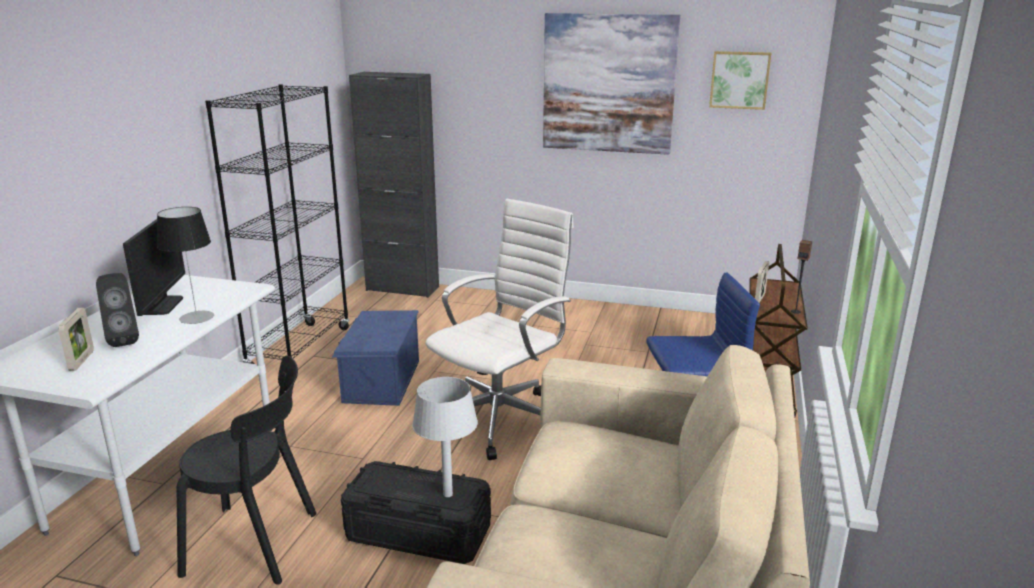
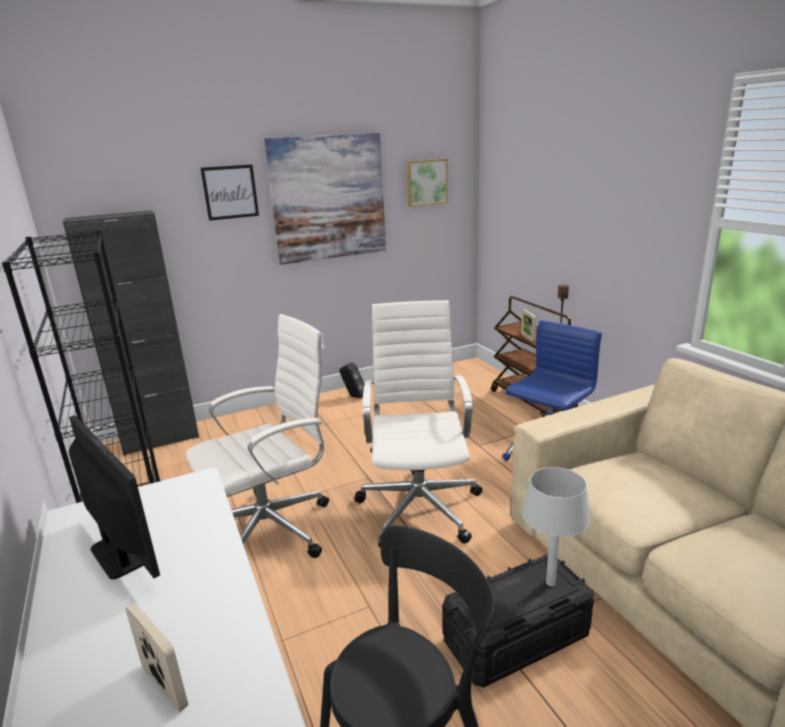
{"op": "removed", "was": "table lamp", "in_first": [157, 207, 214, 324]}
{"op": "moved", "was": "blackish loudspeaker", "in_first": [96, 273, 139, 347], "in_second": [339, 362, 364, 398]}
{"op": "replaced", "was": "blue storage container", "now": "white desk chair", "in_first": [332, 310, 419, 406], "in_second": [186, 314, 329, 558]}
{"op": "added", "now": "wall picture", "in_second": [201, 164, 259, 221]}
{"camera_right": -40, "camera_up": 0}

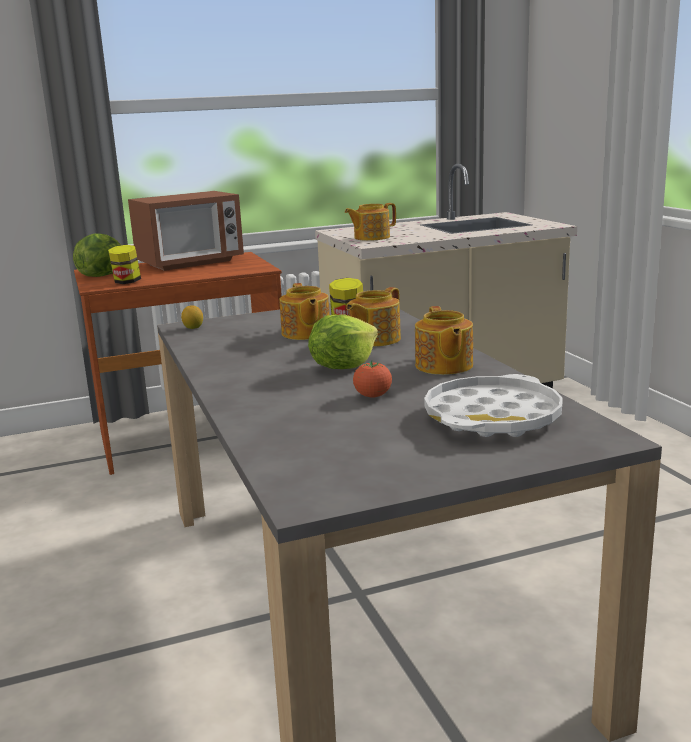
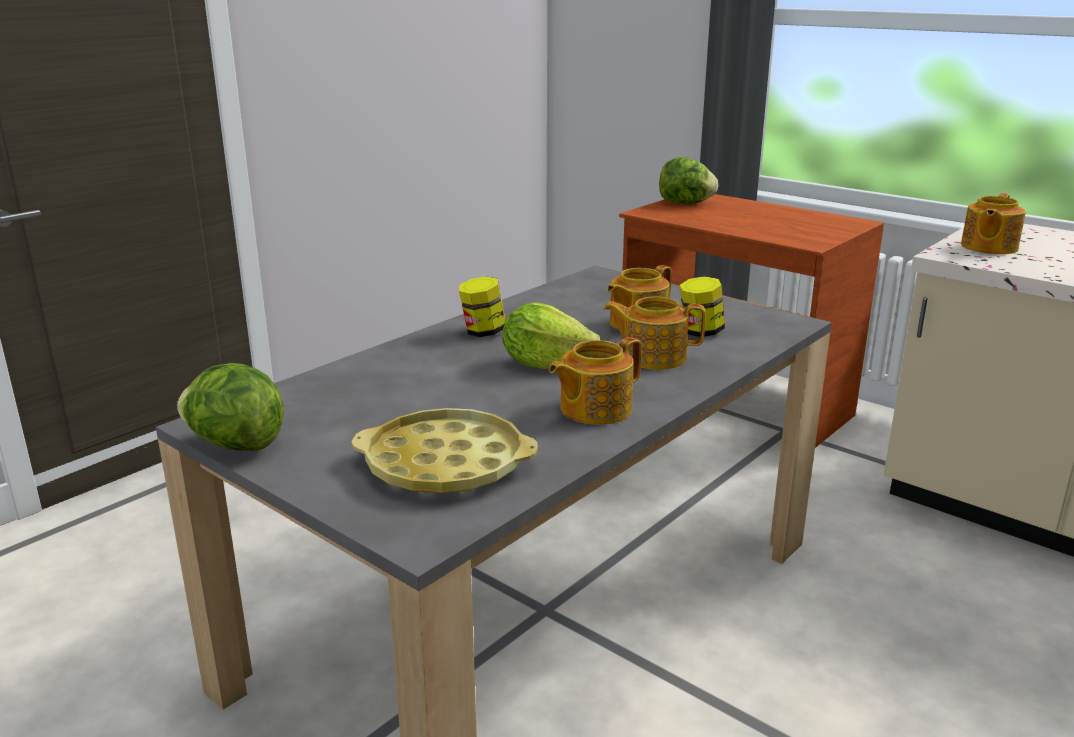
{"op": "removed", "was": "kitchen microwave", "in_first": [128, 191, 244, 271]}
{"op": "turned", "was": "tea pot", "in_first": [345, 203, 396, 241], "in_second": [961, 193, 1026, 254], "clockwise": -90}
{"op": "moved", "was": "storage jar", "in_first": [108, 245, 141, 284], "in_second": [459, 276, 506, 337]}
{"op": "removed", "was": "citrus fruit", "in_first": [181, 305, 203, 329]}
{"op": "removed", "was": "tomato", "in_first": [353, 360, 392, 398]}
{"op": "recoloured", "was": "white serving tray", "now": "yellow serving tray", "in_first": [424, 374, 563, 437], "in_second": [352, 408, 538, 494]}
{"op": "added", "now": "head of lettuce", "in_second": [177, 363, 284, 451]}
{"camera_right": 60, "camera_up": 5}

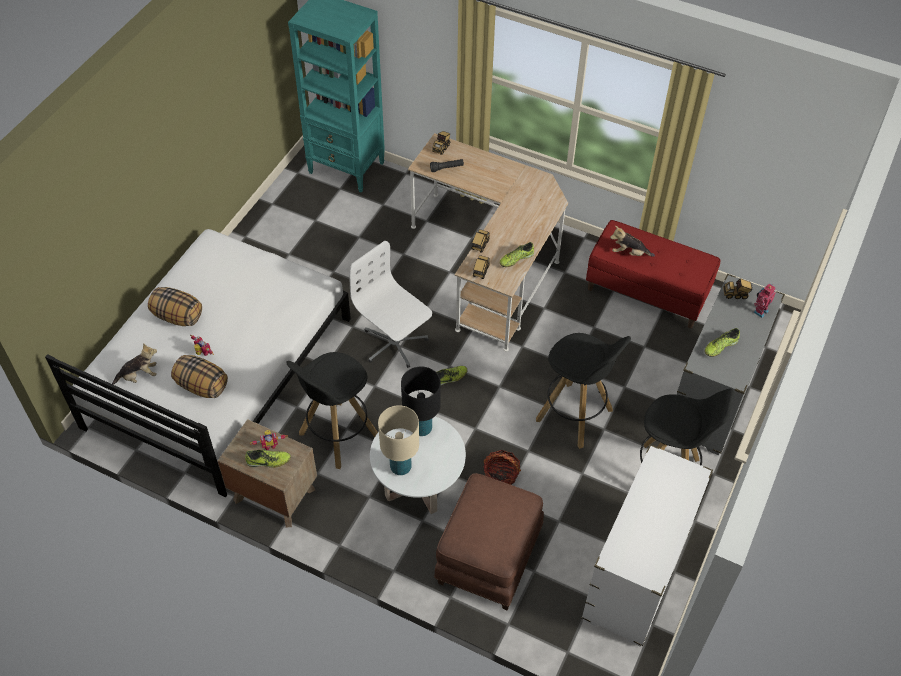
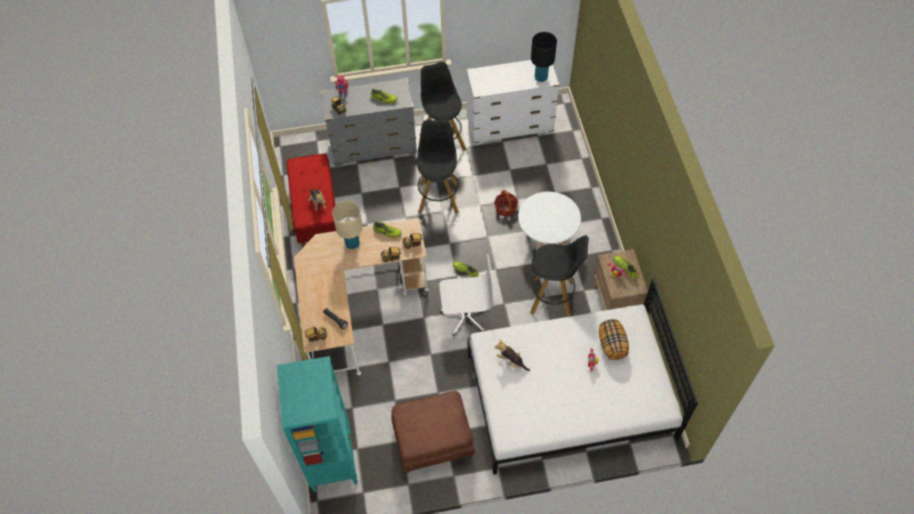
{"op": "turned", "was": "white desk chair", "in_first": [349, 241, 432, 368], "in_second": [439, 254, 493, 336], "clockwise": -105}
{"op": "removed", "was": "cushion", "in_first": [148, 287, 202, 326]}
{"op": "moved", "was": "soft toy", "in_first": [112, 343, 157, 385], "in_second": [494, 340, 530, 371]}
{"op": "moved", "was": "blackish table lamp", "in_first": [401, 366, 441, 436], "in_second": [531, 32, 557, 82]}
{"op": "moved", "was": "beige-coloured table lamp", "in_first": [378, 405, 419, 475], "in_second": [332, 201, 363, 249]}
{"op": "moved", "was": "brown pouffe", "in_first": [434, 473, 544, 610], "in_second": [391, 391, 475, 473]}
{"camera_right": -125, "camera_up": 5}

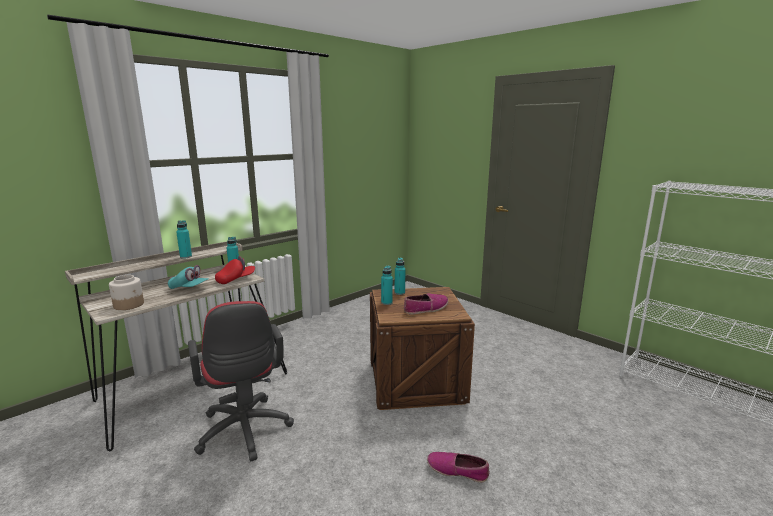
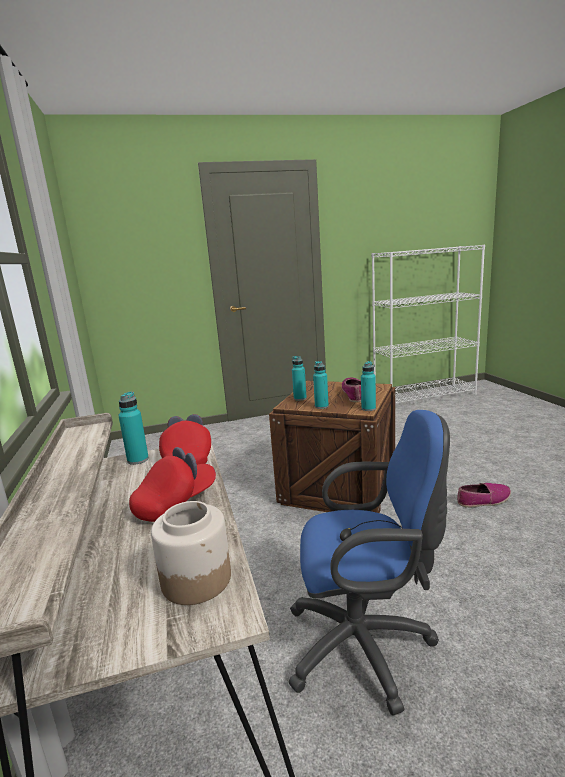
{"op": "moved", "was": "turquoise drink bottle", "in_first": [176, 220, 192, 259], "in_second": [361, 361, 376, 411]}
{"op": "recoloured", "was": "turquoise cap", "now": "red cap", "in_first": [168, 265, 208, 289], "in_second": [129, 447, 216, 522]}
{"op": "recoloured", "was": "red desk chair", "now": "blue desk chair", "in_first": [188, 301, 294, 462], "in_second": [289, 410, 450, 715]}
{"op": "turned", "was": "item of footwear", "in_first": [427, 452, 490, 483], "in_second": [457, 483, 511, 508], "clockwise": -150}
{"camera_right": -60, "camera_up": 0}

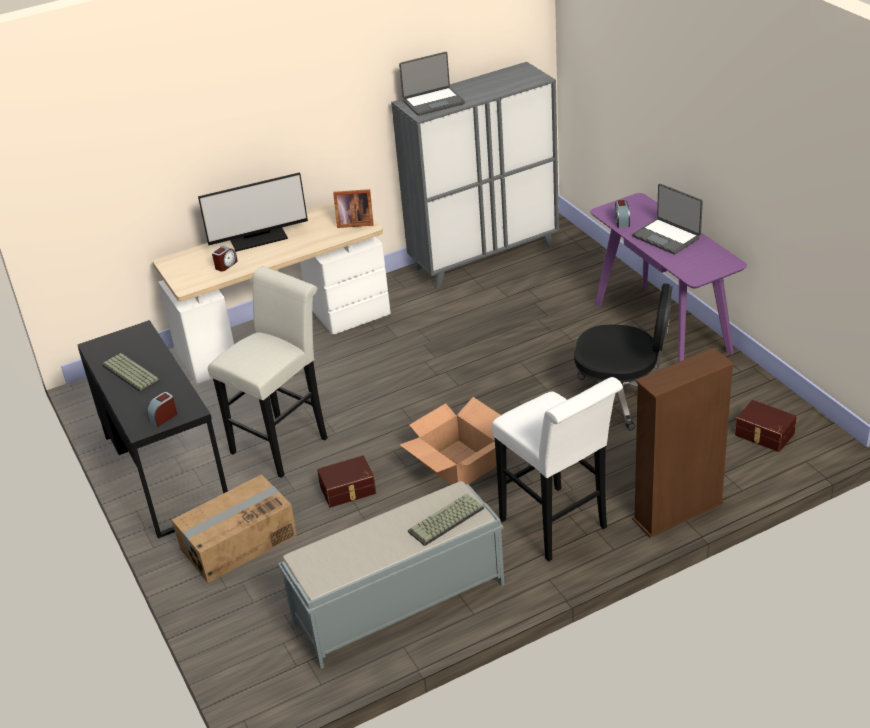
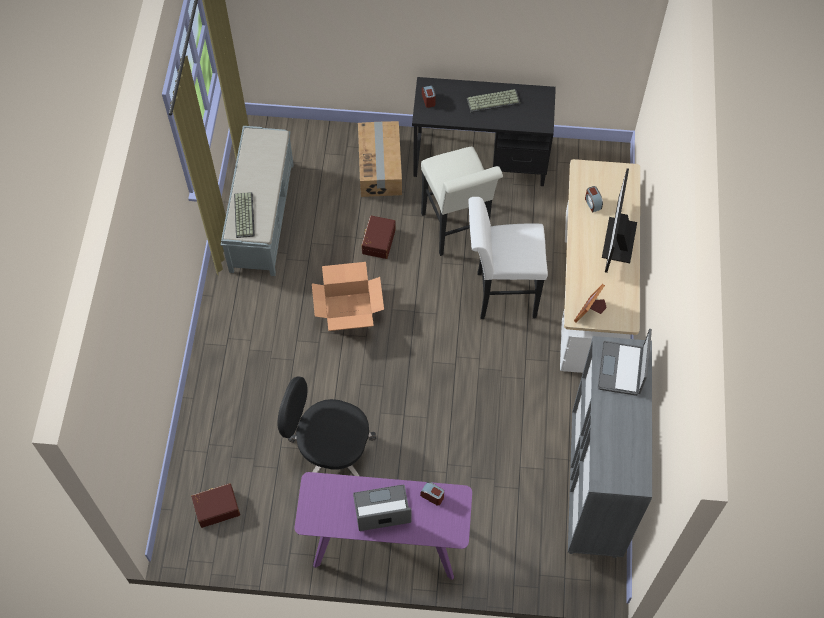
{"op": "turned", "was": "blackish desk chair", "in_first": [574, 283, 673, 430], "in_second": [278, 376, 376, 476], "clockwise": 60}
{"op": "removed", "was": "brown bookcase", "in_first": [632, 348, 734, 537]}
{"op": "moved", "was": "white stool seat", "in_first": [492, 377, 623, 562], "in_second": [468, 197, 548, 319]}
{"camera_right": 120, "camera_up": 25}

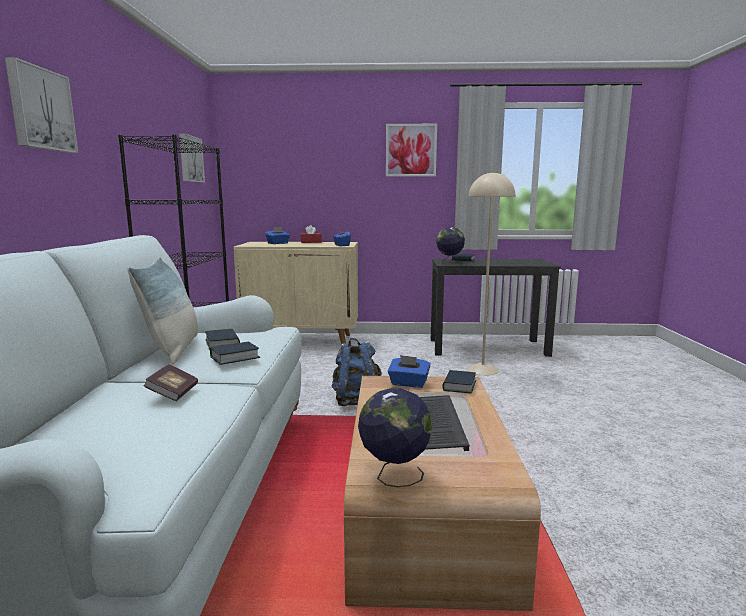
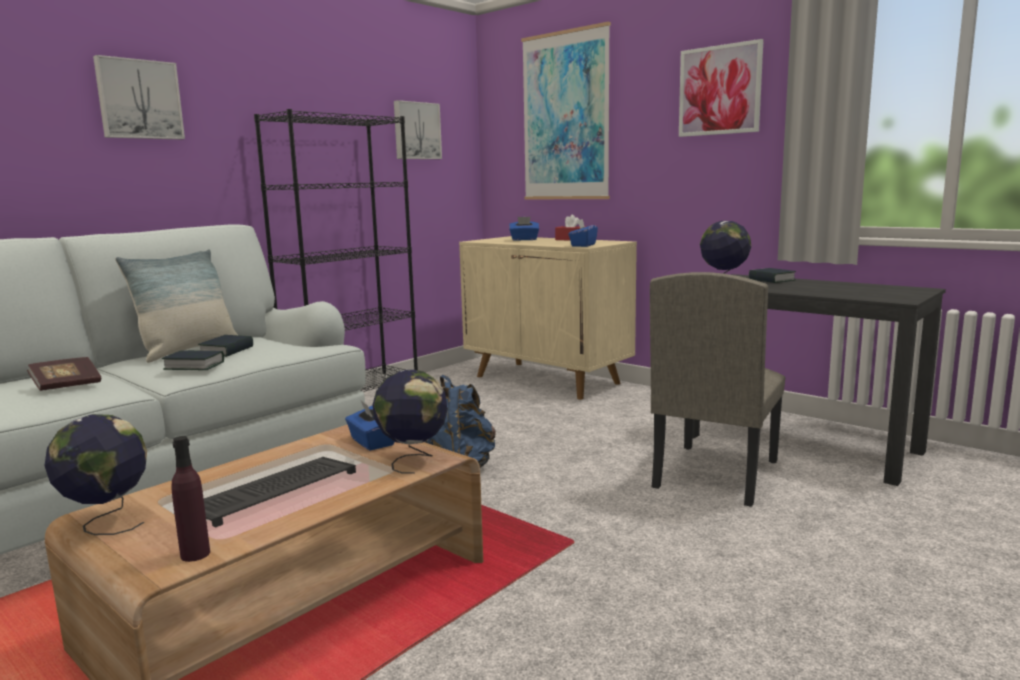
{"op": "replaced", "was": "beige-coloured floor lamp", "now": "beige-coloured upright chair", "in_first": [467, 171, 515, 375], "in_second": [650, 272, 785, 507]}
{"op": "replaced", "was": "bound book", "now": "globe", "in_first": [442, 370, 476, 393], "in_second": [372, 370, 448, 473]}
{"op": "added", "now": "wall picture", "in_second": [521, 22, 611, 199]}
{"op": "added", "now": "purple drink bottle", "in_second": [171, 436, 210, 562]}
{"camera_right": 40, "camera_up": 0}

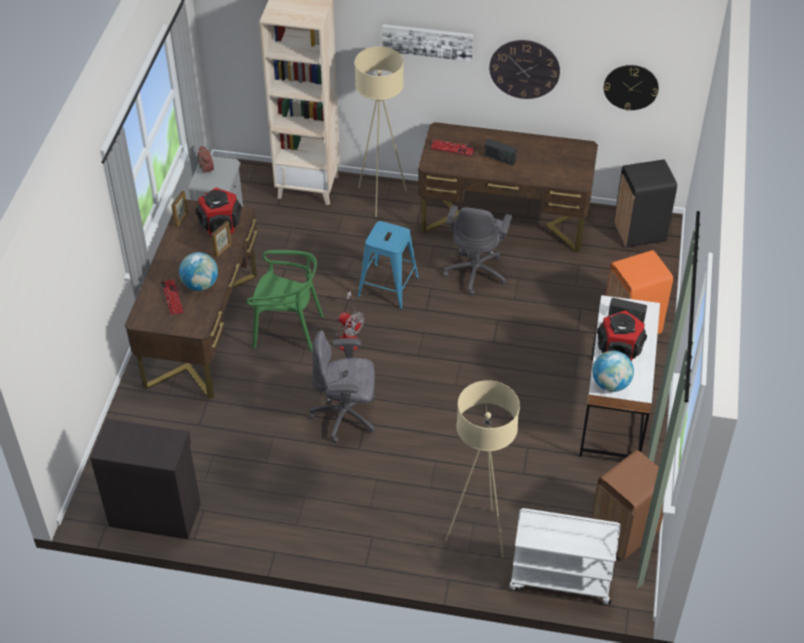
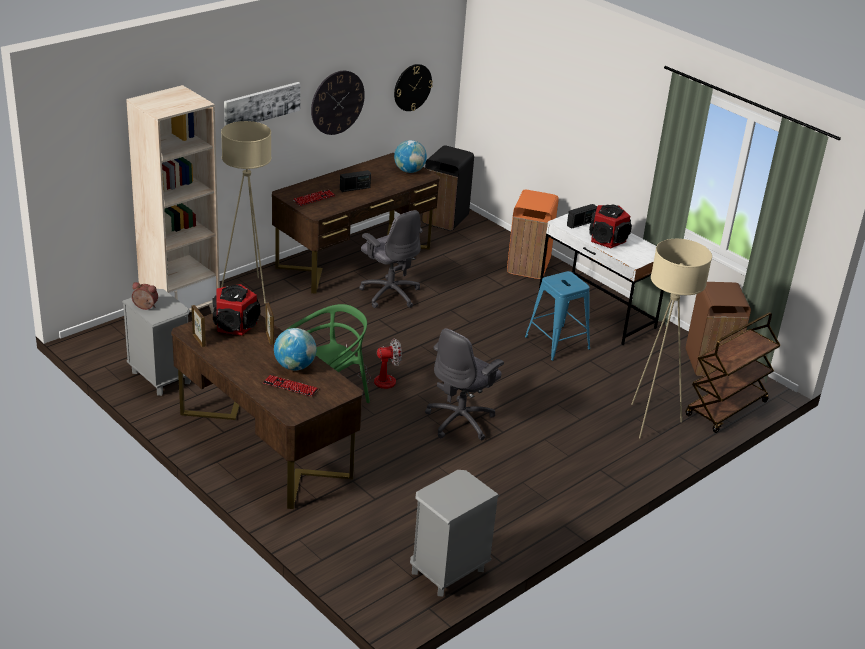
{"op": "moved", "was": "blue stool seat", "in_first": [358, 221, 419, 309], "in_second": [525, 271, 590, 361]}
{"op": "moved", "was": "globe", "in_first": [592, 351, 634, 392], "in_second": [394, 140, 427, 173]}
{"op": "replaced", "was": "blackish cabinet", "now": "grey night table", "in_first": [90, 419, 201, 539], "in_second": [410, 470, 499, 597]}
{"op": "recoloured", "was": "white trolley", "now": "brown trolley", "in_first": [510, 508, 621, 605], "in_second": [686, 312, 780, 433]}
{"camera_right": -55, "camera_up": -15}

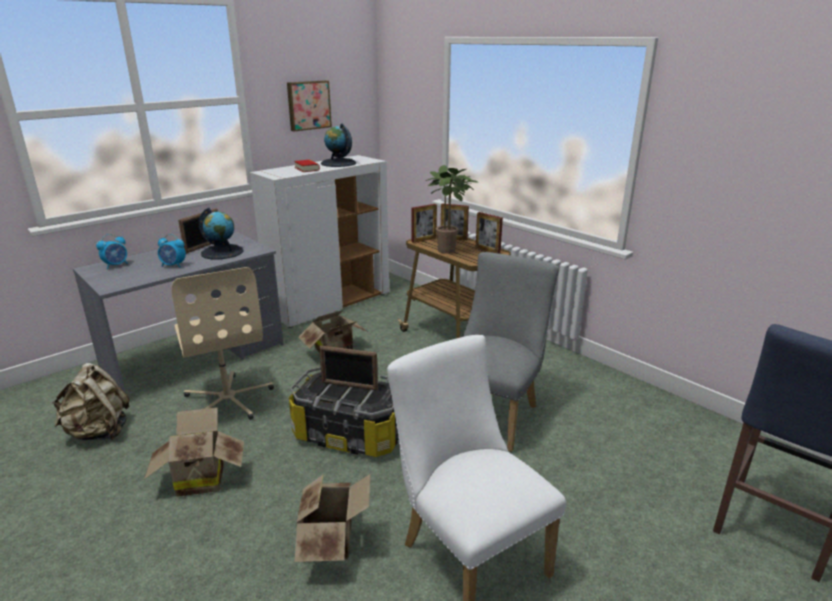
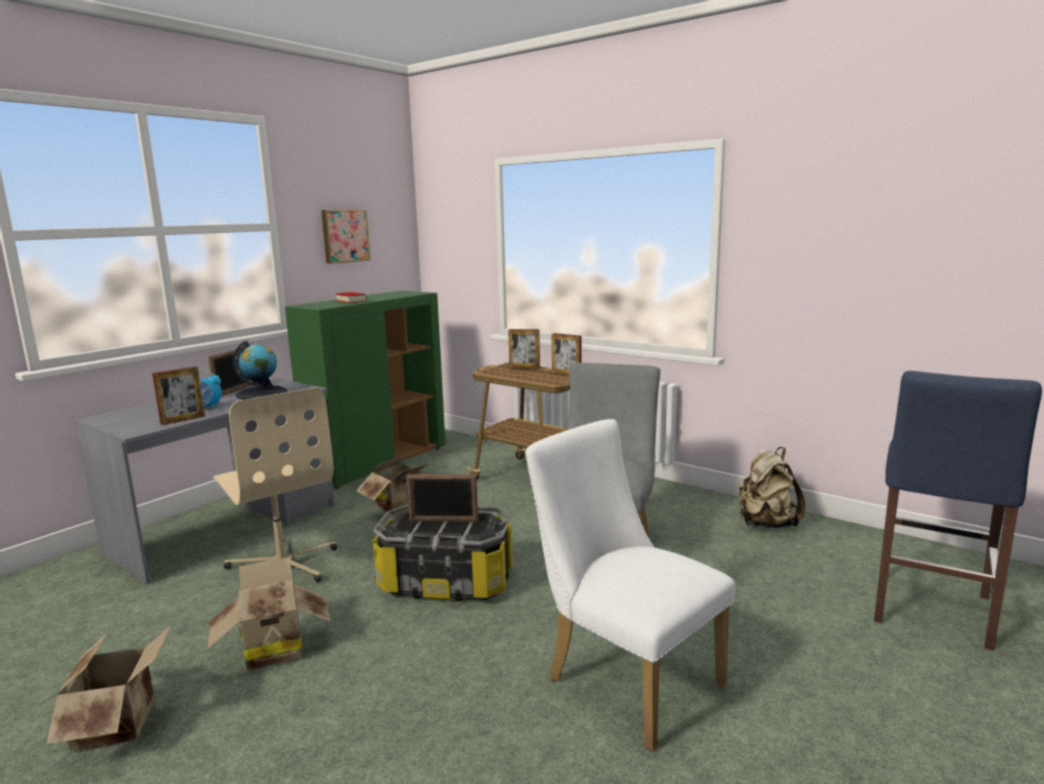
{"op": "removed", "was": "globe", "in_first": [321, 123, 356, 167]}
{"op": "recoloured", "was": "white cabinet", "now": "greenish cabinet", "in_first": [250, 155, 389, 328], "in_second": [285, 291, 446, 489]}
{"op": "removed", "was": "potted plant", "in_first": [426, 165, 479, 254]}
{"op": "moved", "was": "picture frame", "in_first": [411, 204, 437, 243], "in_second": [152, 366, 205, 425]}
{"op": "removed", "was": "alarm clock", "in_first": [96, 234, 128, 269]}
{"op": "moved", "was": "beige-coloured rucksack", "in_first": [52, 363, 130, 440], "in_second": [738, 447, 805, 528]}
{"op": "moved", "was": "carton", "in_first": [295, 473, 371, 562], "in_second": [47, 626, 171, 751]}
{"camera_right": -10, "camera_up": -10}

